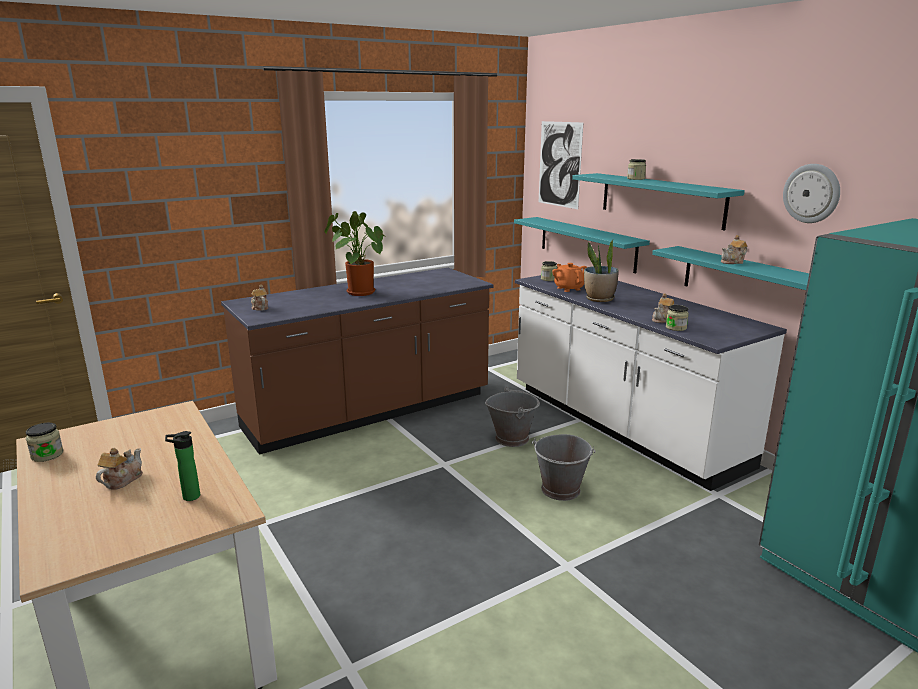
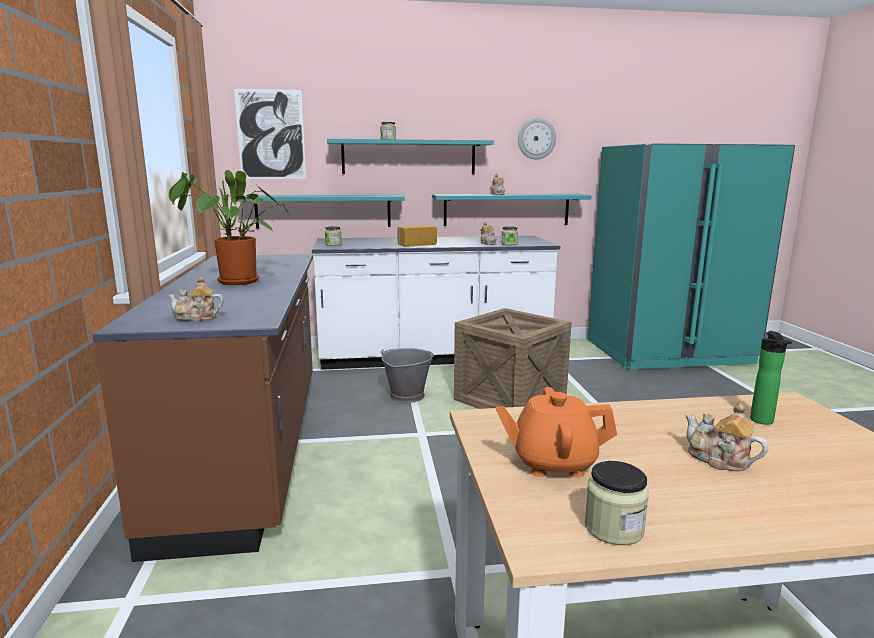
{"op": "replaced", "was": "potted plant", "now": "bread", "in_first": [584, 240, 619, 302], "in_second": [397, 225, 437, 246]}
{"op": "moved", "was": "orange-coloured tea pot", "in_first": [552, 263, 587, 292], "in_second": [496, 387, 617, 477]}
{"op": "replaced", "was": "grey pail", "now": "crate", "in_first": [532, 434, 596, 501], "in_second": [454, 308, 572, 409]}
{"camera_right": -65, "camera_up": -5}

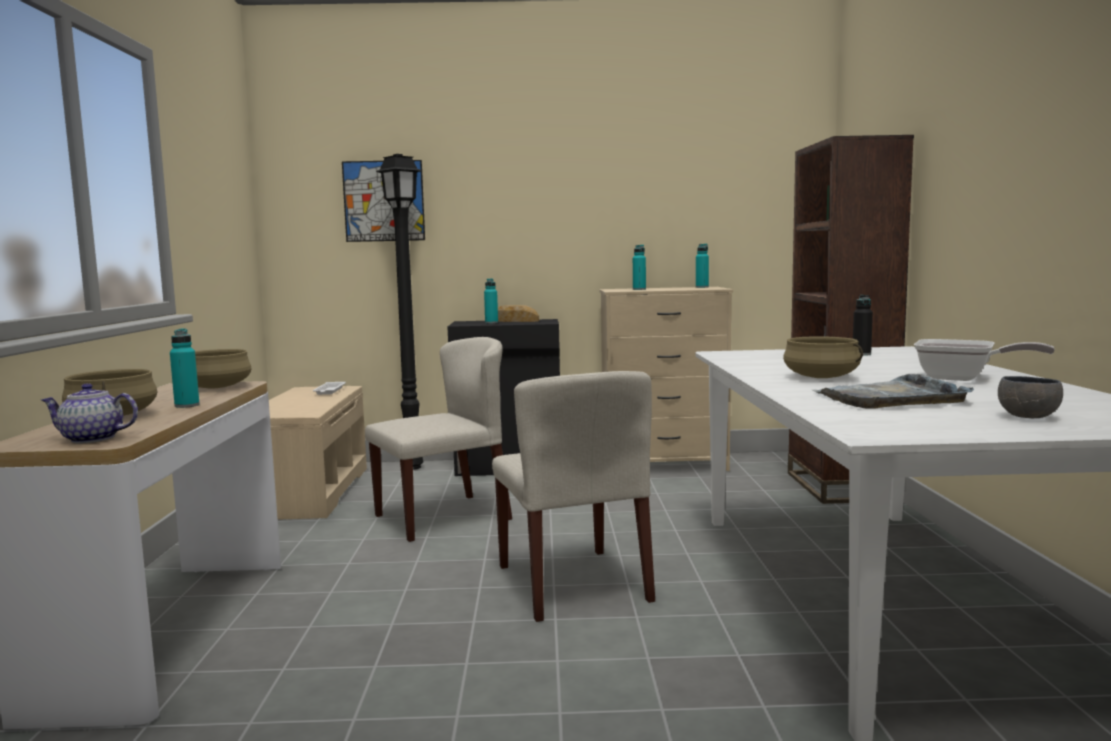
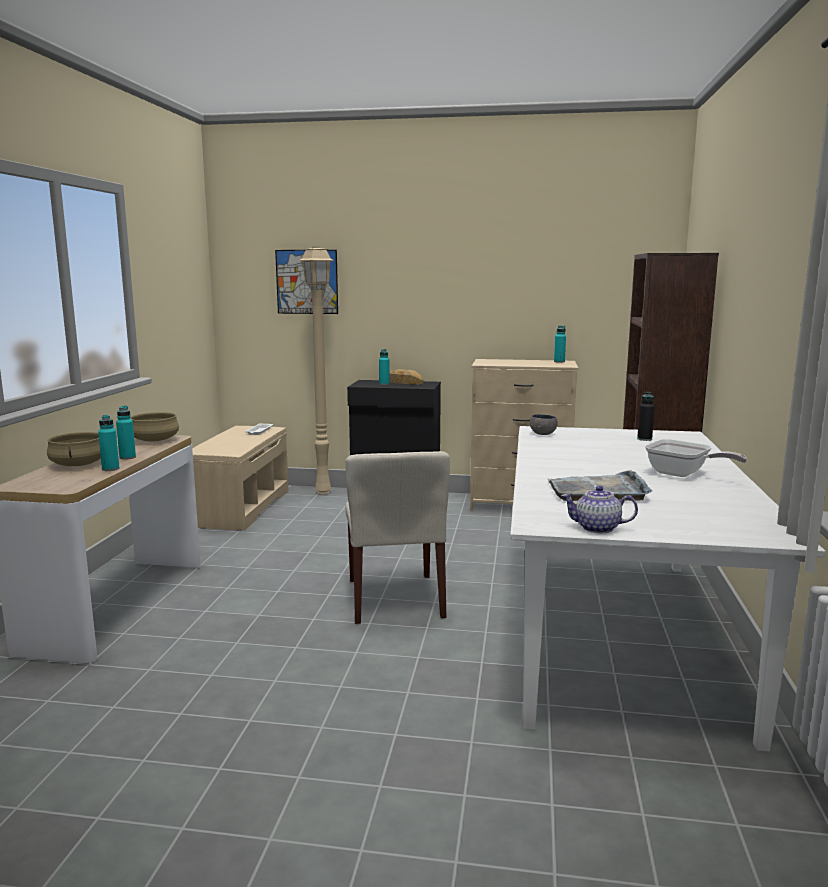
{"op": "recoloured", "was": "blackish floor lamp", "now": "beige-coloured floor lamp", "in_first": [376, 154, 424, 470], "in_second": [299, 247, 334, 495]}
{"op": "moved", "was": "turquoise drink bottle", "in_first": [633, 245, 646, 290], "in_second": [98, 415, 120, 471]}
{"op": "removed", "was": "beige-coloured stockpot", "in_first": [783, 336, 863, 378]}
{"op": "removed", "was": "beige-coloured upright chair", "in_first": [365, 337, 512, 542]}
{"op": "moved", "was": "grey bowl", "in_first": [998, 376, 1063, 418], "in_second": [530, 414, 558, 435]}
{"op": "moved", "was": "tea pot", "in_first": [41, 383, 138, 443], "in_second": [561, 486, 638, 533]}
{"camera_right": 10, "camera_up": 5}

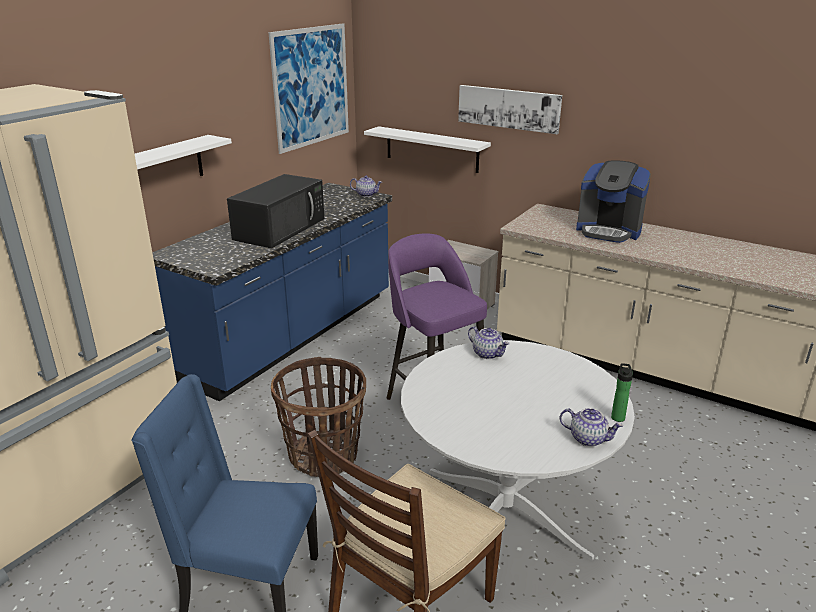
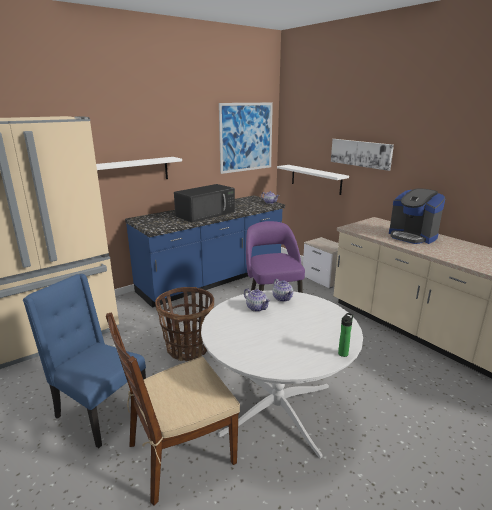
{"op": "moved", "was": "tea pot", "in_first": [560, 408, 623, 447], "in_second": [244, 288, 271, 312]}
{"camera_right": 20, "camera_up": -5}

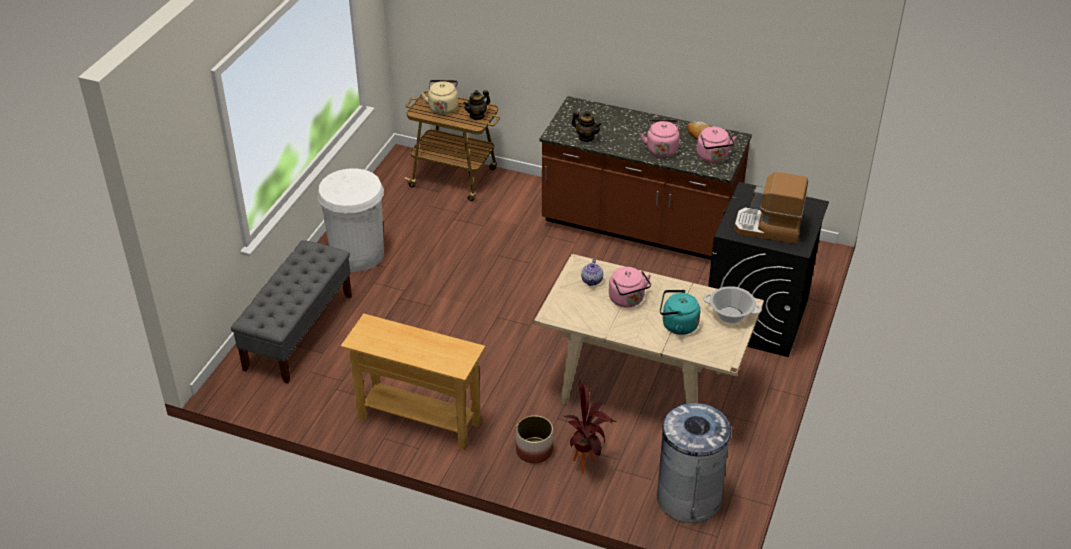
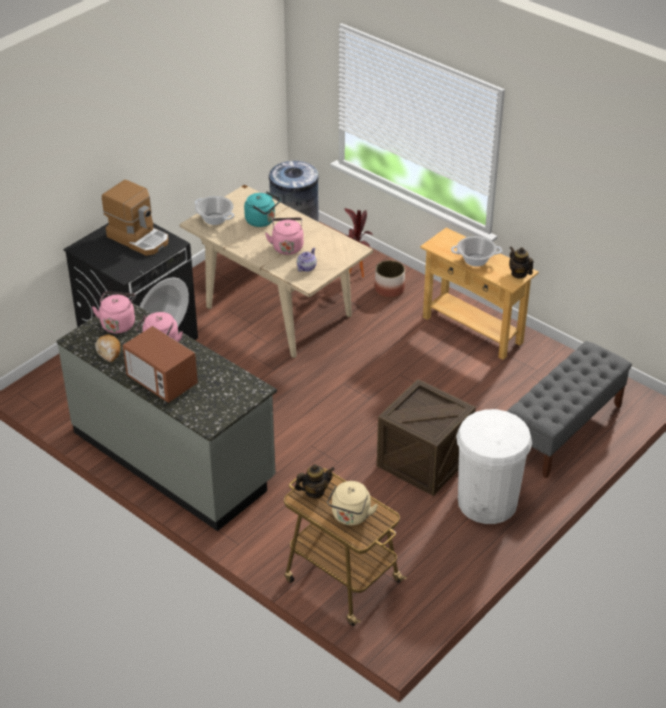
{"op": "recoloured", "was": "brown kitchen base unit", "now": "grey kitchen base unit", "in_first": [539, 96, 752, 260], "in_second": [57, 303, 277, 531]}
{"op": "moved", "was": "tea pot", "in_first": [571, 111, 602, 142], "in_second": [509, 247, 533, 278]}
{"op": "added", "now": "stockpot", "in_second": [451, 236, 502, 267]}
{"op": "added", "now": "kitchen microwave", "in_second": [123, 326, 198, 403]}
{"op": "added", "now": "crate", "in_second": [377, 379, 476, 496]}
{"camera_right": -160, "camera_up": 0}

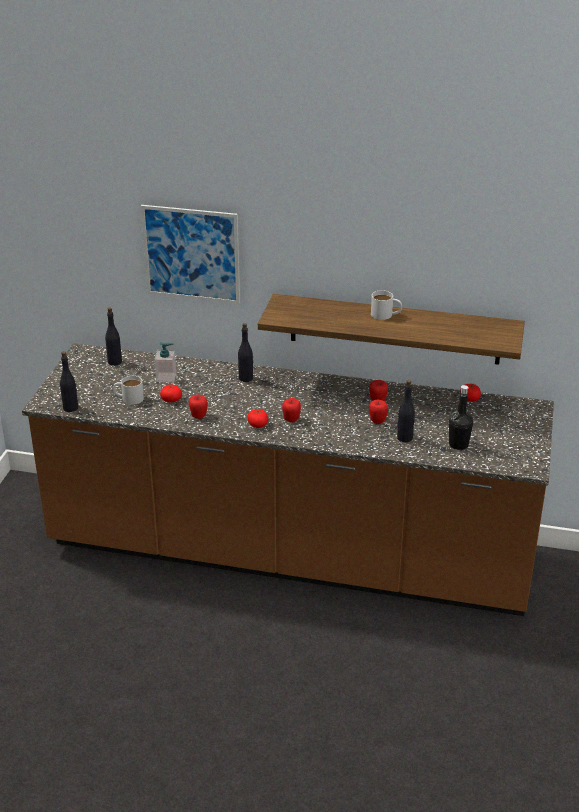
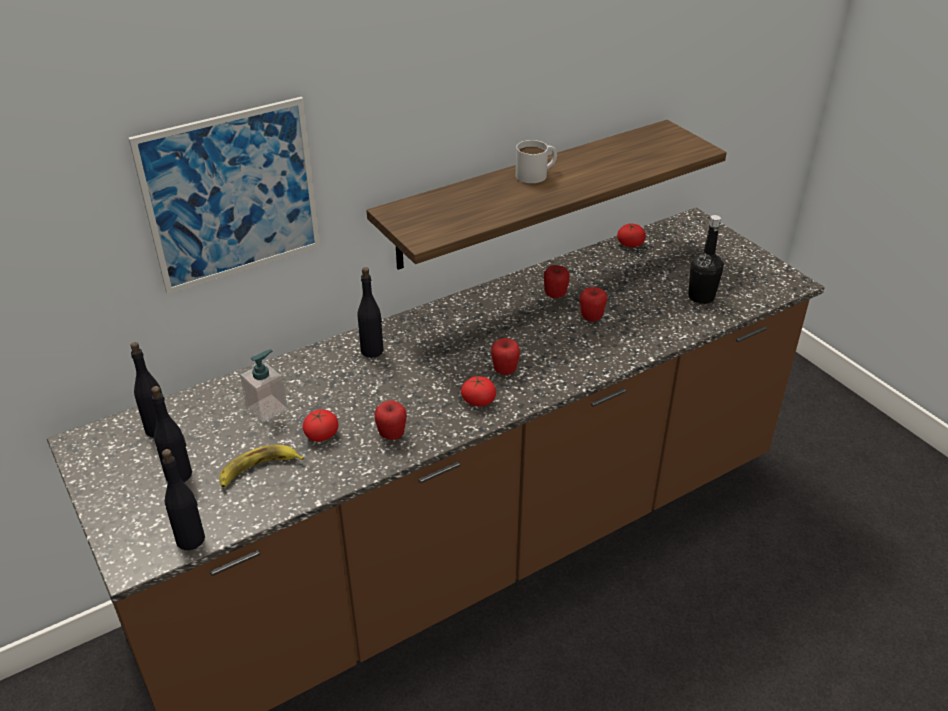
{"op": "replaced", "was": "white tea mug", "now": "whole banana", "in_first": [113, 376, 144, 405], "in_second": [219, 445, 304, 487]}
{"op": "moved", "was": "blackish drink bottle", "in_first": [397, 380, 415, 442], "in_second": [151, 386, 192, 482]}
{"camera_right": -45, "camera_up": 5}

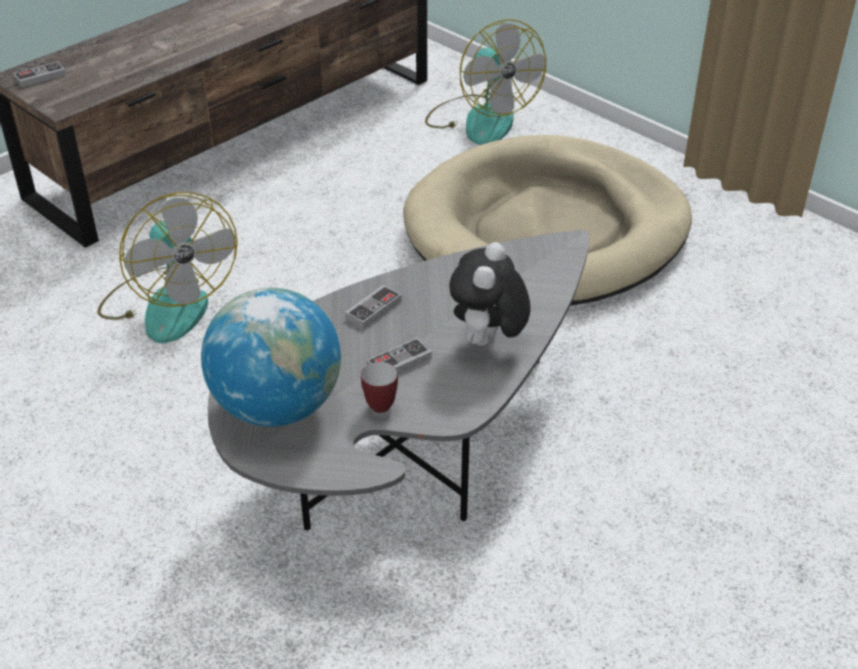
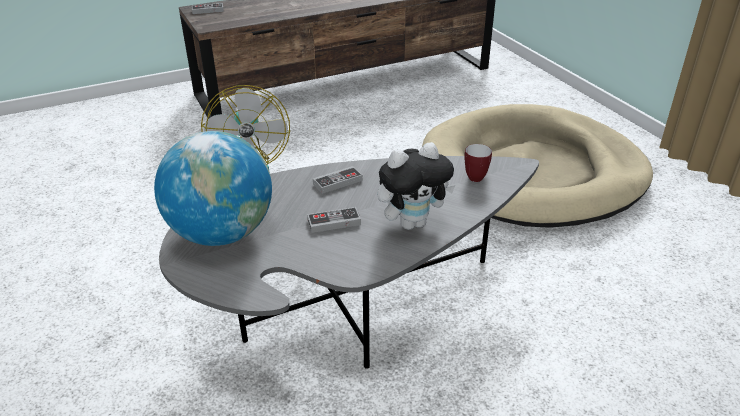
{"op": "removed", "was": "fan", "in_first": [425, 19, 546, 145]}
{"op": "turned", "was": "soft toy", "in_first": [449, 242, 530, 346], "in_second": [377, 142, 455, 230], "clockwise": -150}
{"op": "moved", "was": "tea mug", "in_first": [361, 362, 398, 413], "in_second": [464, 144, 492, 182]}
{"camera_right": 20, "camera_up": -5}

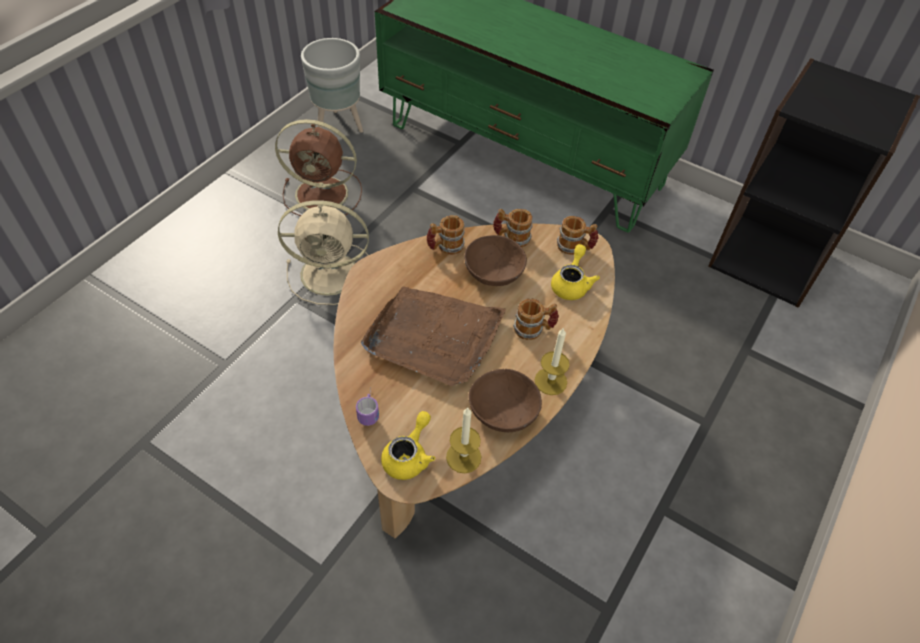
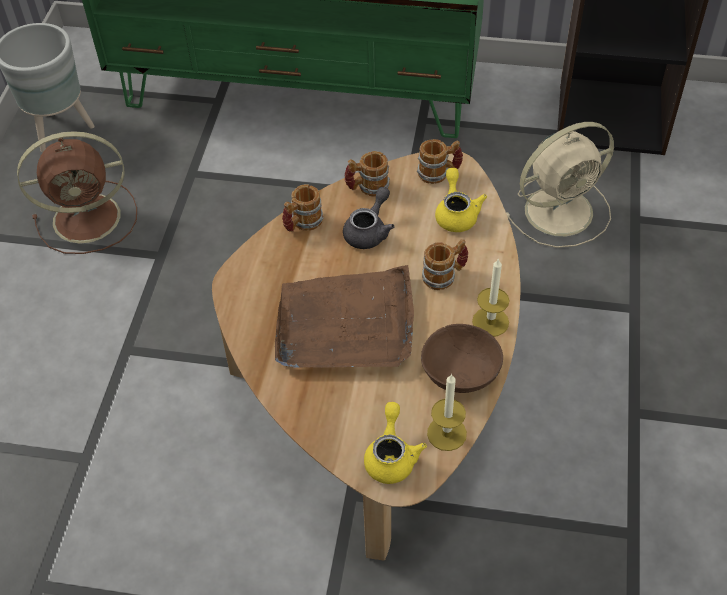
{"op": "moved", "was": "beige-coloured fan", "in_first": [278, 200, 369, 305], "in_second": [506, 122, 614, 248]}
{"op": "replaced", "was": "brown bowl", "now": "grey tea pot", "in_first": [464, 235, 527, 286], "in_second": [343, 187, 395, 249]}
{"op": "removed", "was": "tea mug", "in_first": [356, 387, 379, 426]}
{"camera_right": -20, "camera_up": 0}

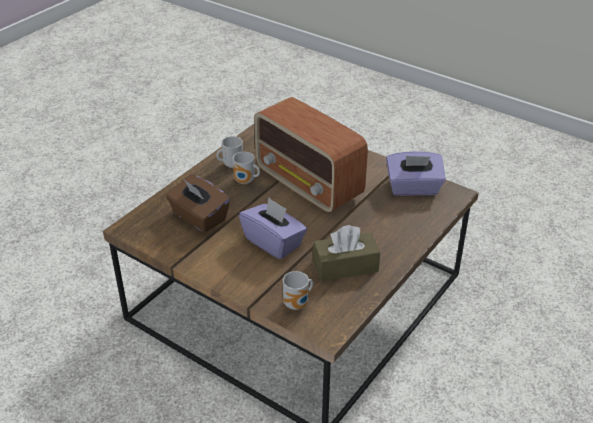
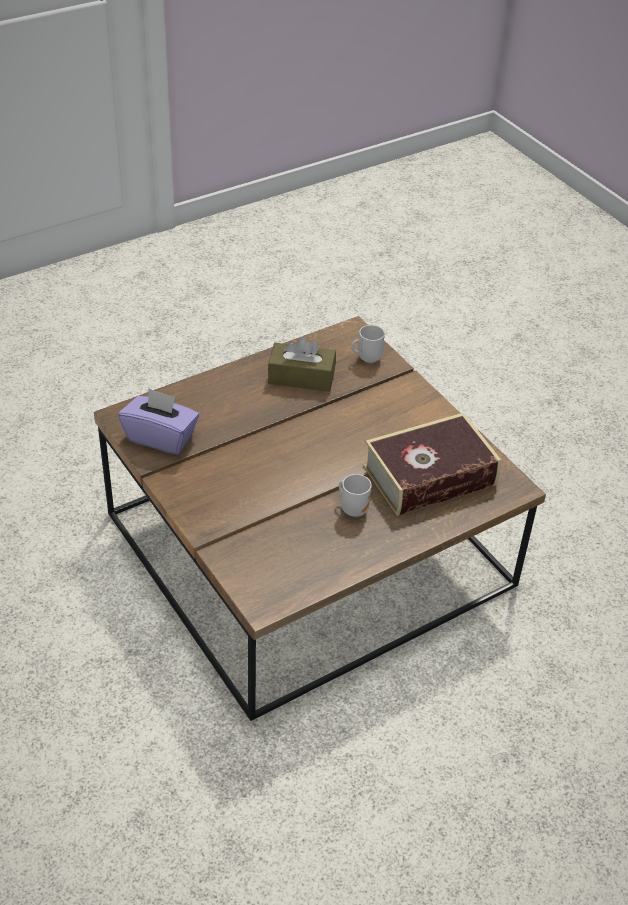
{"op": "removed", "was": "radio receiver", "in_first": [254, 97, 368, 213]}
{"op": "removed", "was": "tea mug", "in_first": [216, 136, 243, 168]}
{"op": "replaced", "was": "brown tissue holder", "now": "bound book", "in_first": [166, 174, 230, 233], "in_second": [363, 413, 501, 516]}
{"op": "removed", "was": "purple tissue holder", "in_first": [239, 198, 307, 259]}
{"camera_right": -160, "camera_up": 5}

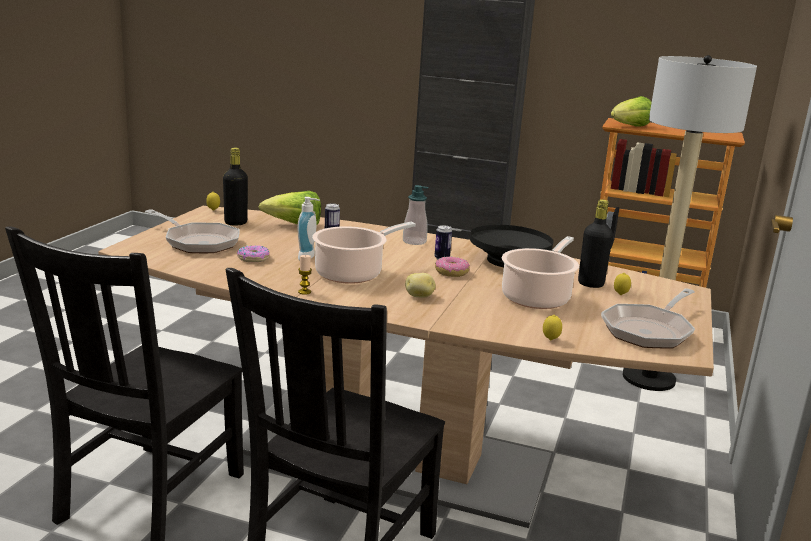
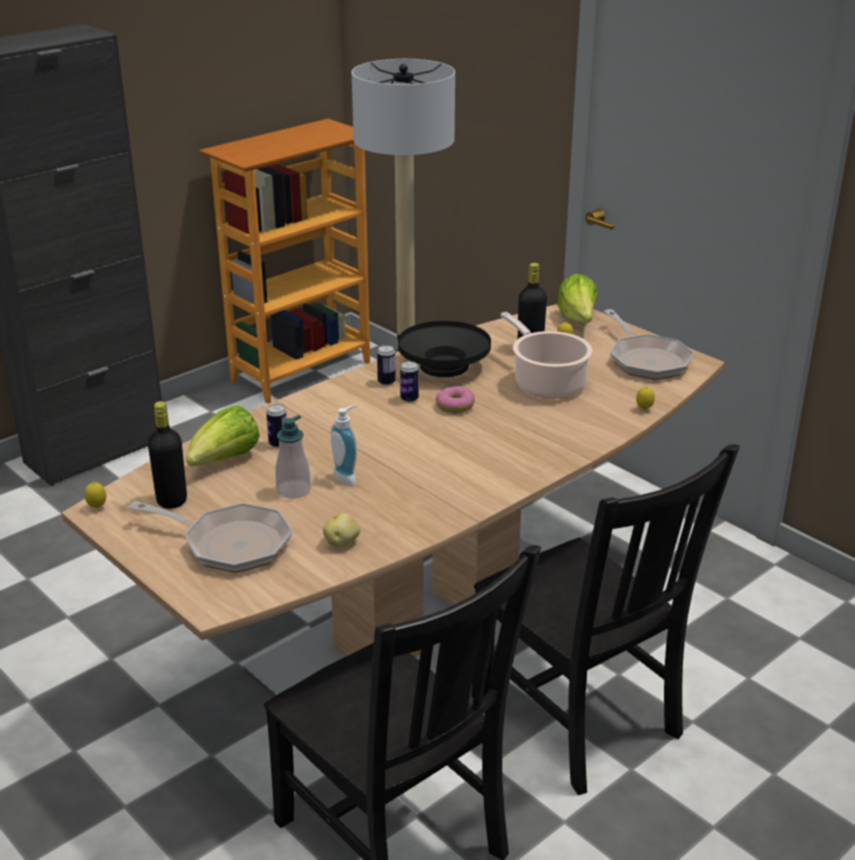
{"op": "moved", "was": "head of lettuce", "in_first": [611, 96, 652, 126], "in_second": [557, 274, 598, 323]}
{"op": "moved", "was": "soap dispenser", "in_first": [403, 185, 428, 245], "in_second": [276, 415, 311, 499]}
{"op": "turned", "was": "frying pan", "in_first": [145, 209, 239, 253], "in_second": [128, 501, 293, 573], "clockwise": 45}
{"op": "removed", "was": "stockpot", "in_first": [312, 222, 416, 284]}
{"op": "removed", "was": "ring doughnut", "in_first": [237, 246, 269, 262]}
{"op": "removed", "was": "wax light", "in_first": [298, 255, 312, 295]}
{"op": "moved", "was": "whole potato", "in_first": [405, 273, 436, 298], "in_second": [323, 513, 361, 548]}
{"op": "added", "now": "metal can", "in_second": [377, 345, 396, 386]}
{"camera_right": -60, "camera_up": 10}

